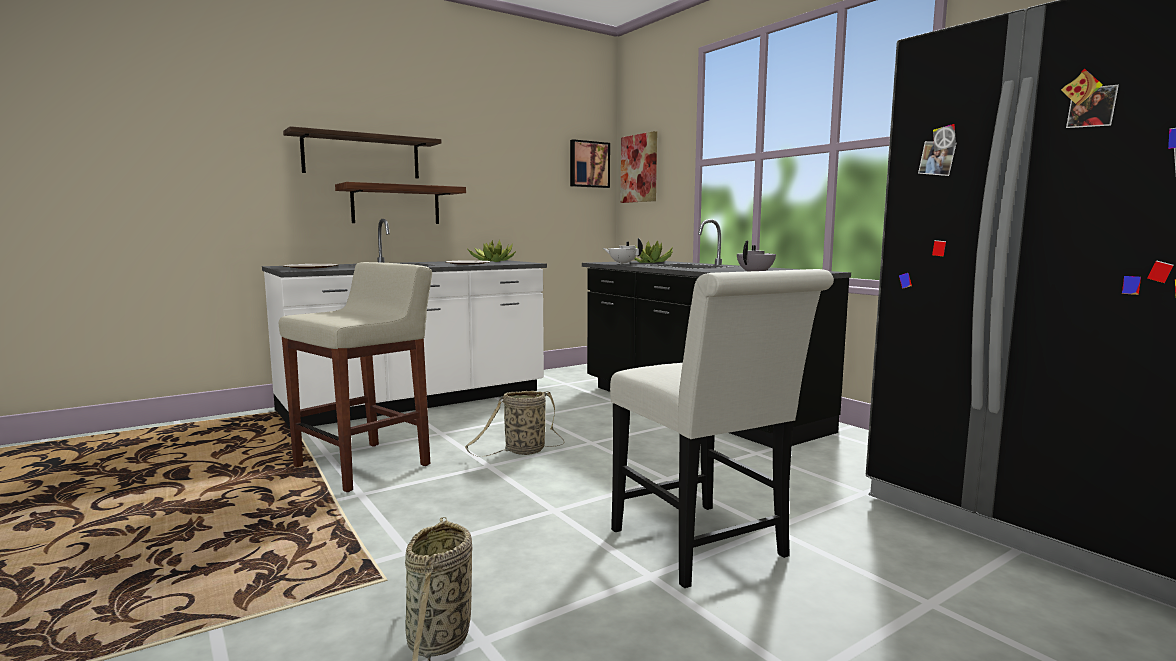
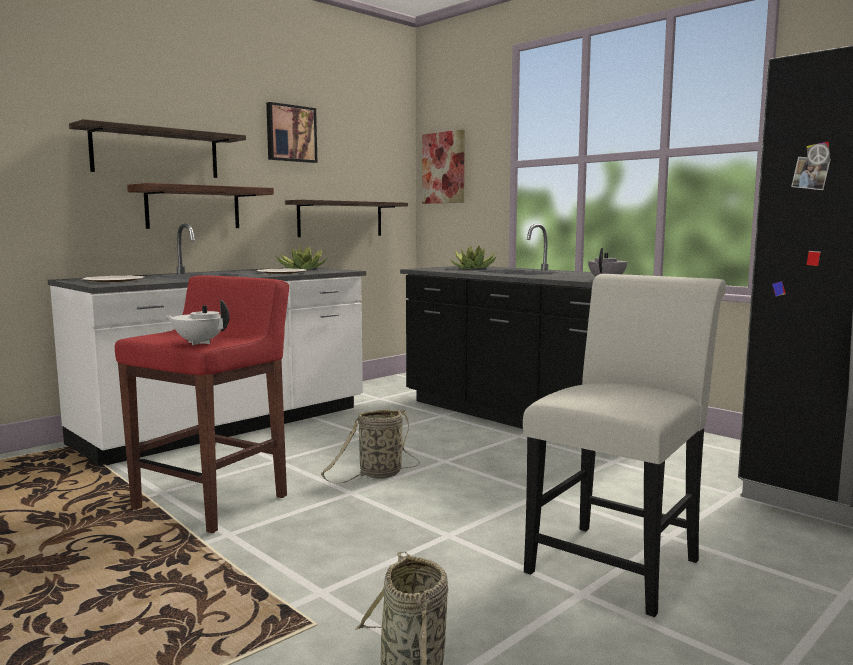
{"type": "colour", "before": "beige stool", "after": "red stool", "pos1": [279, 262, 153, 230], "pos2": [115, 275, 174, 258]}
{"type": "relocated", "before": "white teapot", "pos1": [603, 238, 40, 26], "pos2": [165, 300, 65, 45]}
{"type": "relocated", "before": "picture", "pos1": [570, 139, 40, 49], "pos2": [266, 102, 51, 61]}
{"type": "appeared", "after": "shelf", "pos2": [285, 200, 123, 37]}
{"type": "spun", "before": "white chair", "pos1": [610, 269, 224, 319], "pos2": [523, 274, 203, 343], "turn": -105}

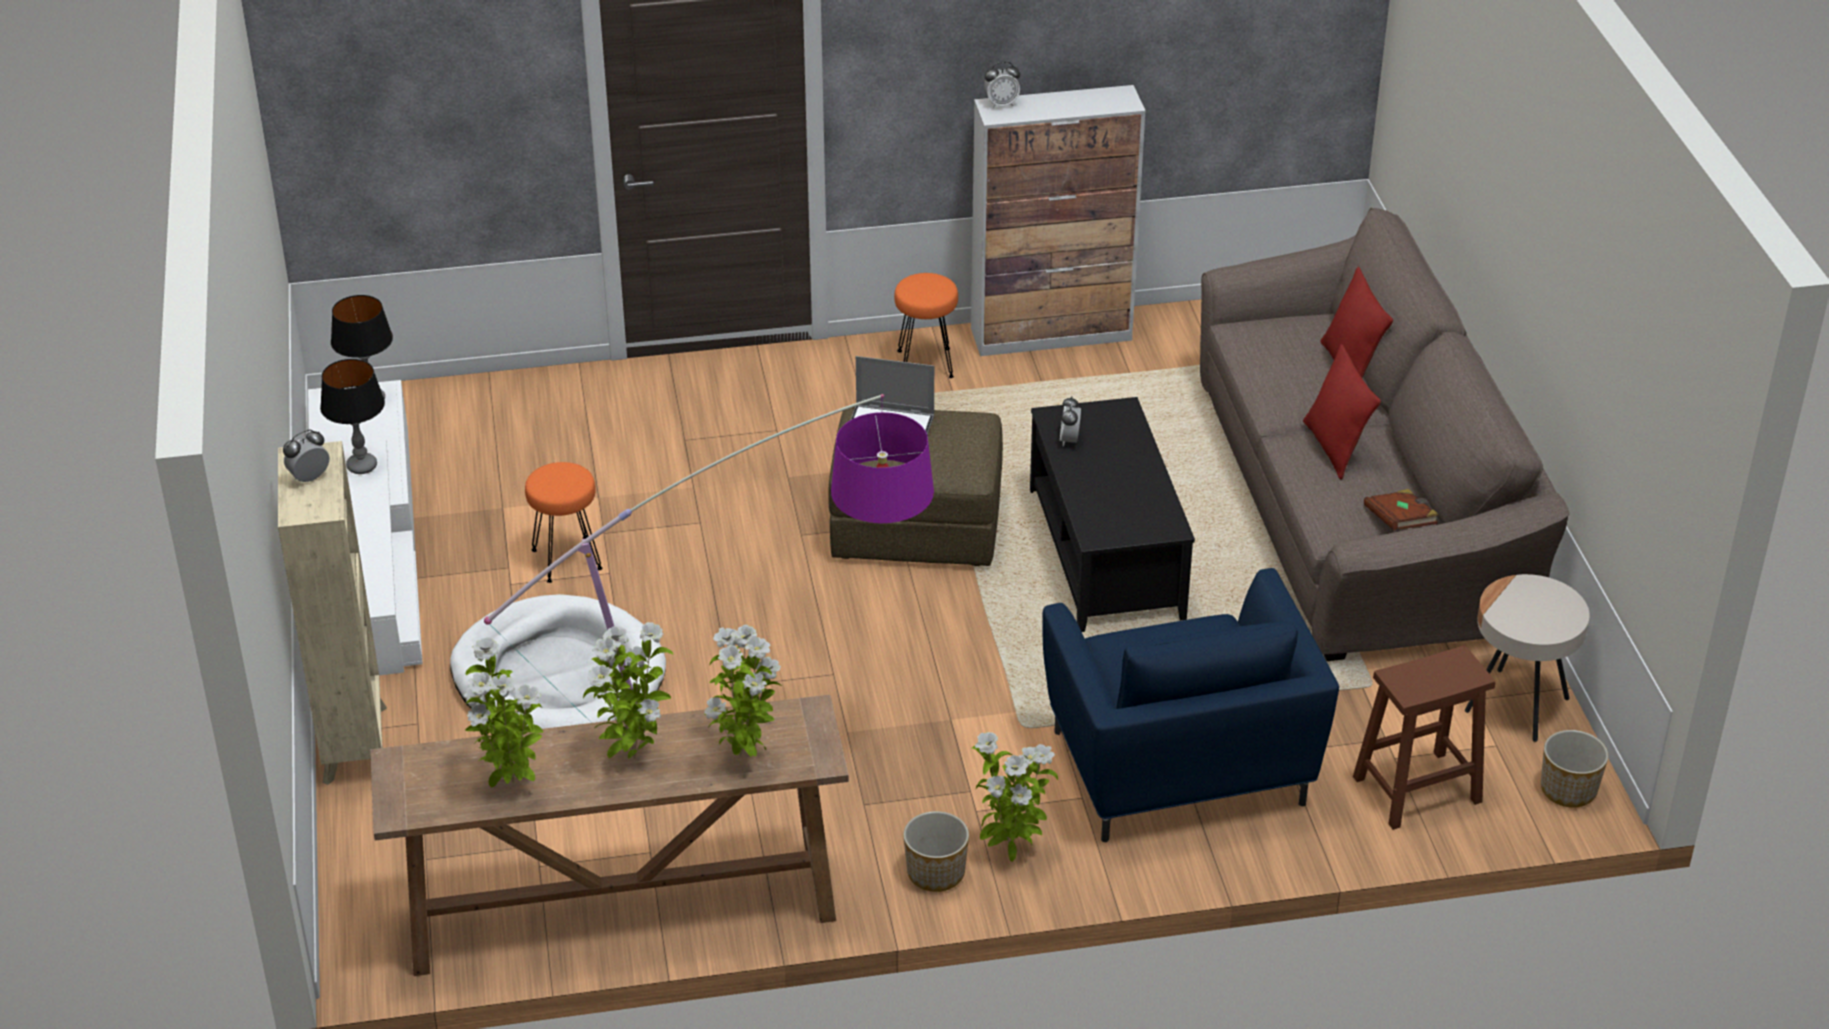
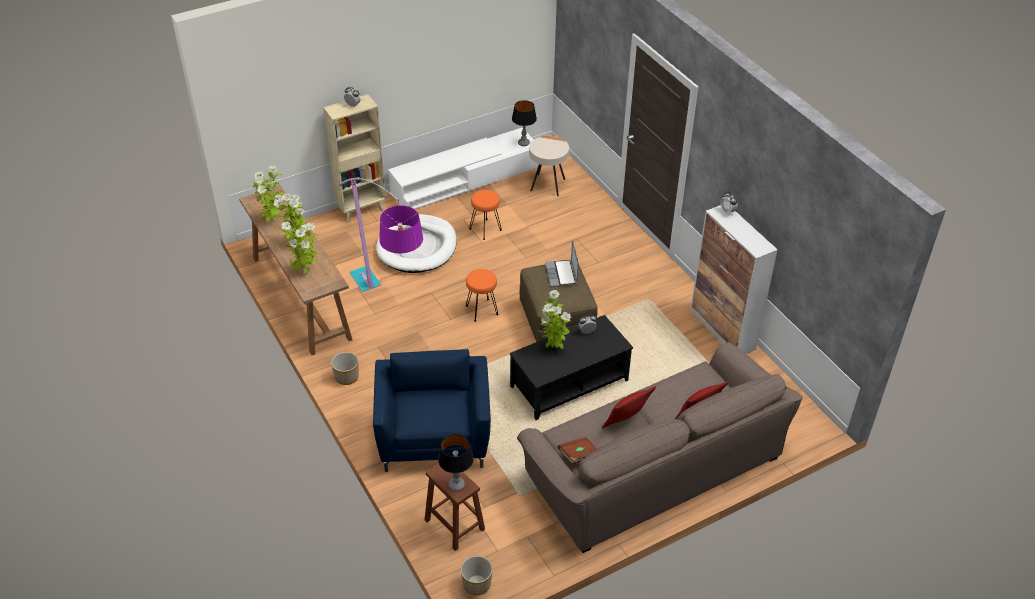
{"type": "spun", "before": "blue armchair", "pos1": [1042, 568, 297, 274], "pos2": [373, 349, 118, 123], "turn": 120}
{"type": "relocated", "before": "table lamp", "pos1": [320, 359, 65, 115], "pos2": [438, 434, 36, 58]}
{"type": "relocated", "before": "orange stool", "pos1": [894, 273, 64, 105], "pos2": [466, 269, 32, 53]}
{"type": "relocated", "before": "beige side table", "pos1": [1465, 574, 125, 168], "pos2": [529, 136, 40, 60]}
{"type": "relocated", "before": "potted plant", "pos1": [972, 732, 86, 130], "pos2": [540, 290, 31, 59]}

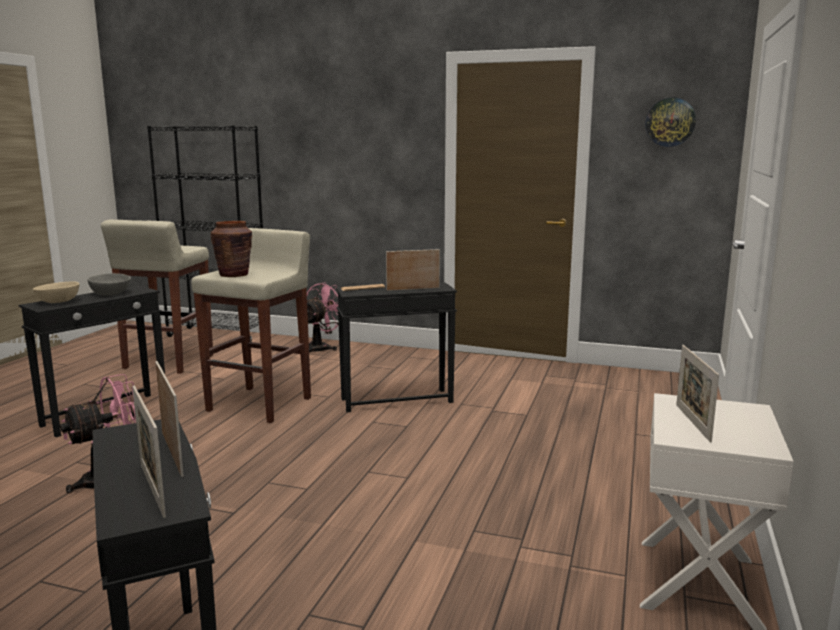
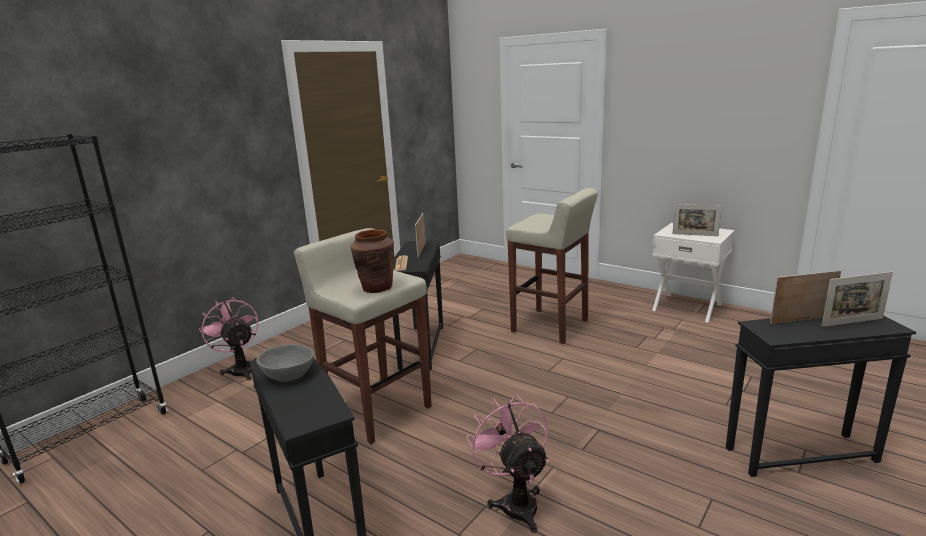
{"type": "relocated", "before": "beige stool", "pos1": [101, 219, 112, 155], "pos2": [506, 188, 92, 156]}
{"type": "missing", "before": "beige bowl", "pos1": [33, 282, 47, 21]}
{"type": "missing", "before": "wall clock", "pos1": [645, 98, 51, 49]}

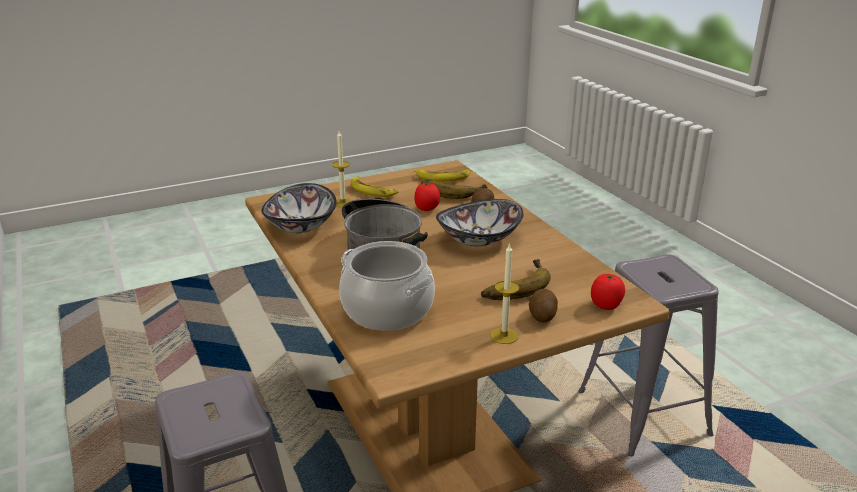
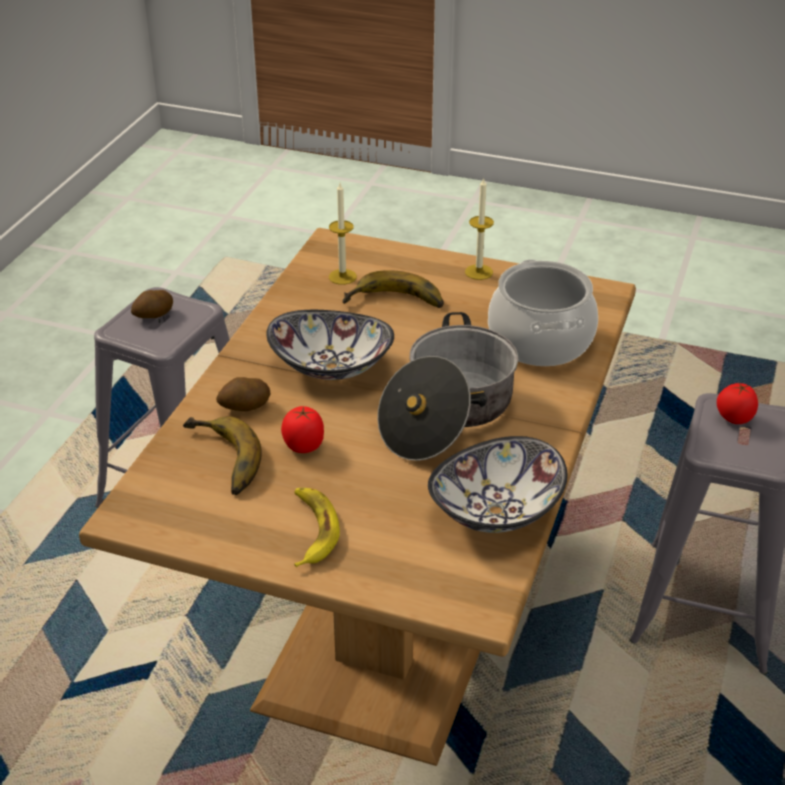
{"type": "relocated", "before": "potato", "pos1": [529, 289, 29, 34], "pos2": [131, 290, 42, 28]}
{"type": "relocated", "before": "candle", "pos1": [332, 131, 20, 76], "pos2": [329, 183, 28, 102]}
{"type": "relocated", "before": "tomato", "pos1": [591, 274, 34, 36], "pos2": [717, 382, 41, 42]}
{"type": "missing", "before": "banana", "pos1": [414, 170, 56, 12]}

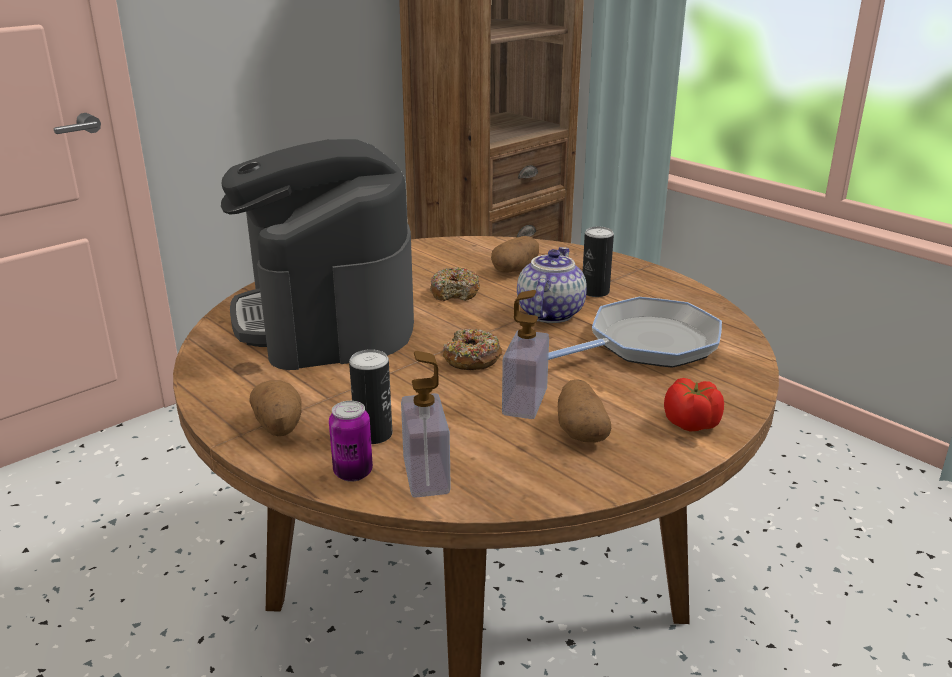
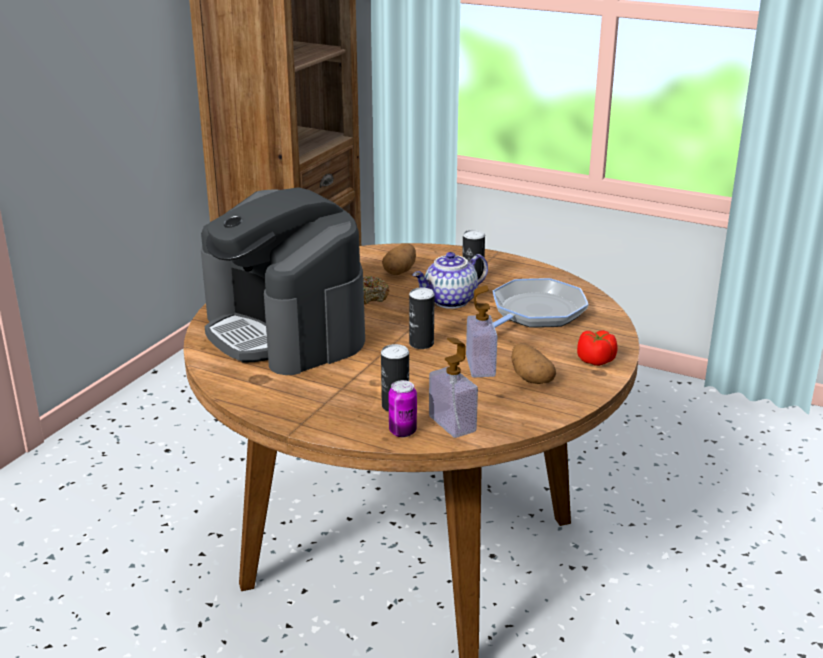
{"type": "exchanged", "before": "donut", "after": "can", "pos1": [442, 328, 60, 42], "pos2": [409, 288, 26, 61]}
{"type": "spun", "before": "teapot", "pos1": [517, 247, 70, 76], "pos2": [412, 252, 76, 57], "turn": -120}
{"type": "missing", "before": "potato", "pos1": [250, 380, 51, 56]}

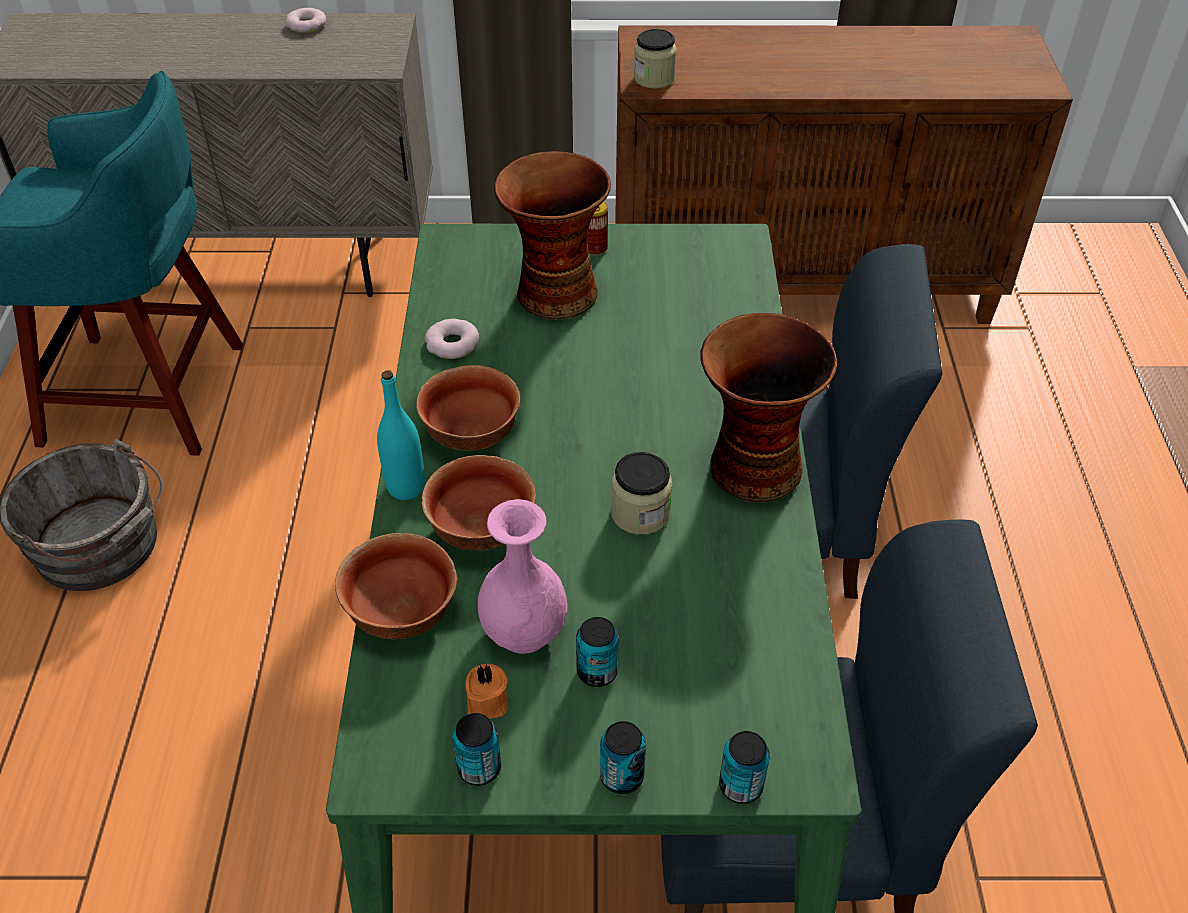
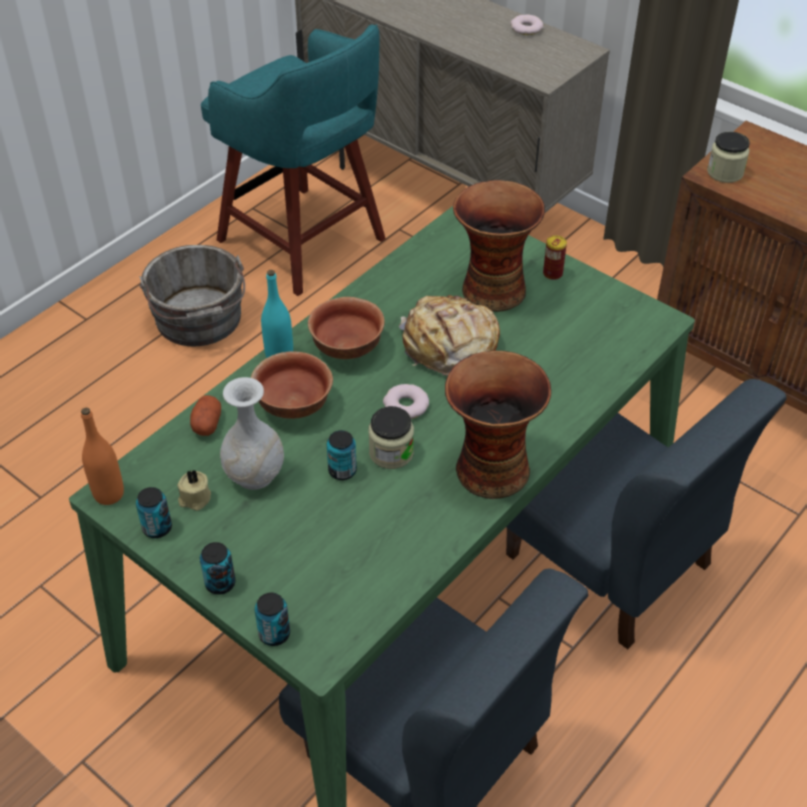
{"type": "appeared", "after": "orange bottle", "pos2": [81, 407, 43, 98]}
{"type": "colour", "before": "orange candle", "after": "beige candle", "pos1": [466, 664, 42, 55], "pos2": [177, 470, 34, 41]}
{"type": "exchanged", "before": "bowl", "after": "potato", "pos1": [335, 533, 122, 106], "pos2": [190, 395, 31, 41]}
{"type": "colour", "before": "pink vase", "after": "white vase", "pos1": [478, 499, 89, 155], "pos2": [220, 377, 64, 113]}
{"type": "relocated", "before": "can", "pos1": [576, 617, 43, 70], "pos2": [327, 430, 30, 50]}
{"type": "relocated", "before": "donut", "pos1": [425, 319, 55, 40], "pos2": [383, 384, 46, 35]}
{"type": "appeared", "after": "bread", "pos2": [399, 295, 101, 81]}

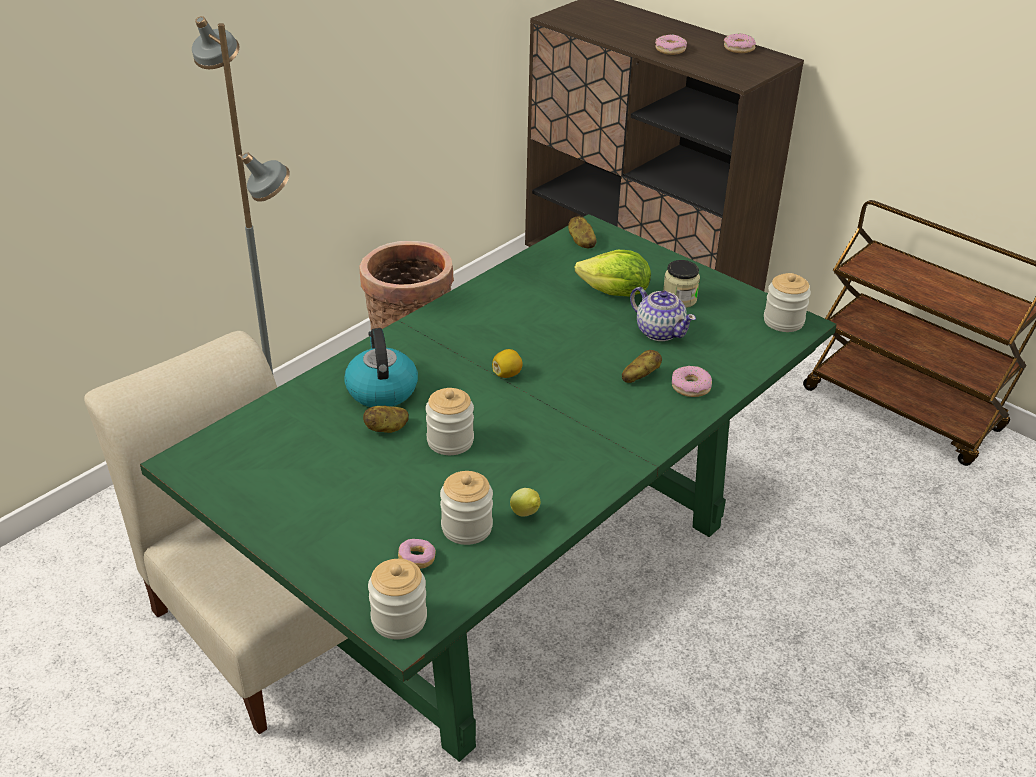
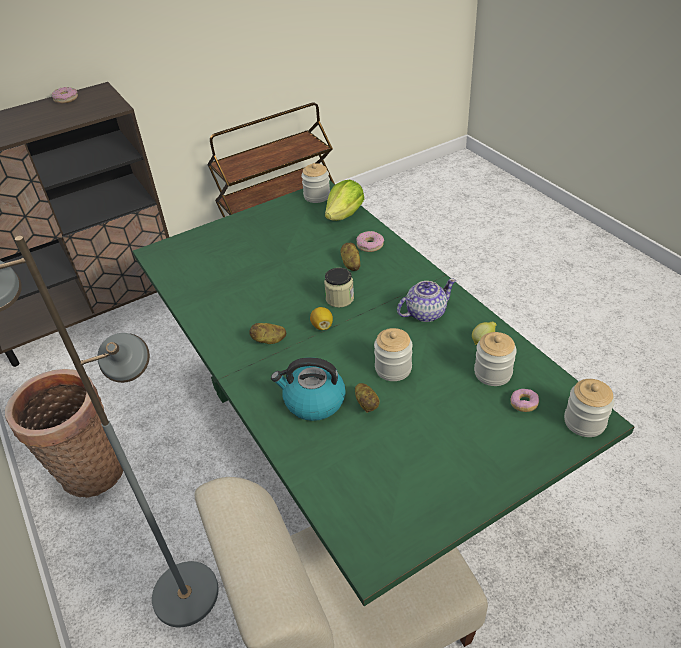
{"type": "relocated", "before": "potato", "pos1": [568, 216, 29, 33], "pos2": [249, 323, 37, 21]}
{"type": "relocated", "before": "jar", "pos1": [663, 260, 37, 48], "pos2": [324, 268, 30, 40]}
{"type": "relocated", "before": "lettuce", "pos1": [575, 250, 76, 47], "pos2": [325, 180, 39, 41]}
{"type": "relocated", "before": "teapot", "pos1": [630, 287, 66, 54], "pos2": [397, 279, 59, 43]}
{"type": "missing", "before": "donut", "pos1": [655, 35, 32, 20]}

